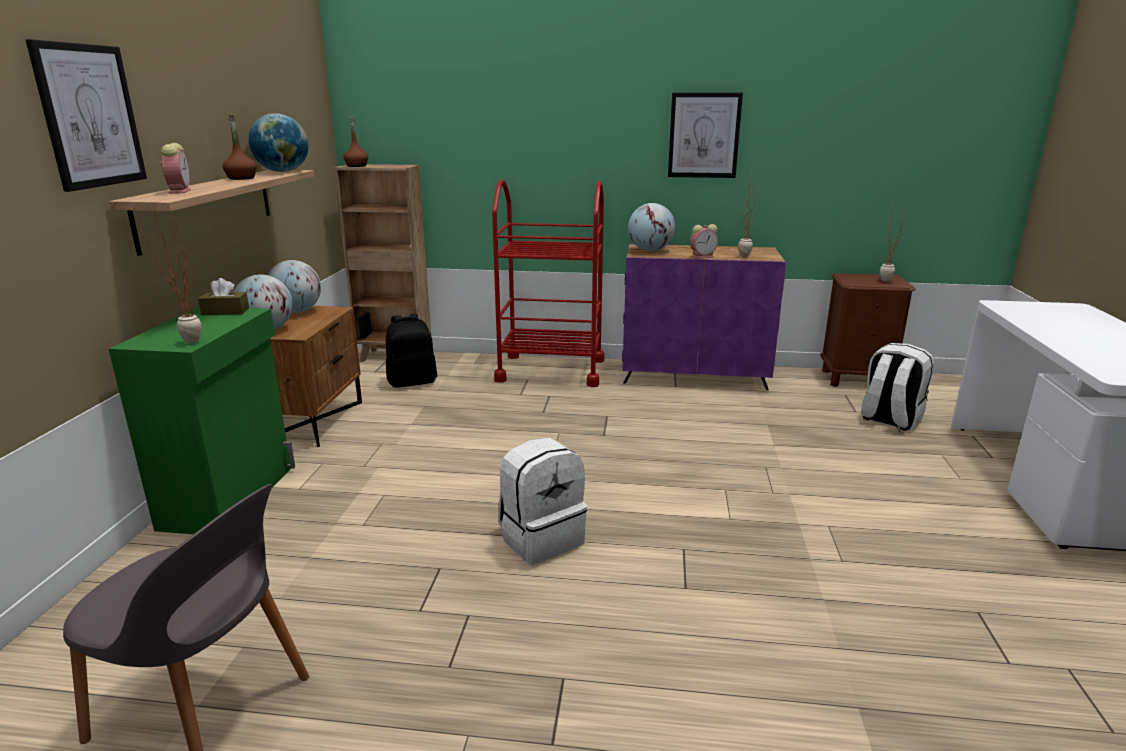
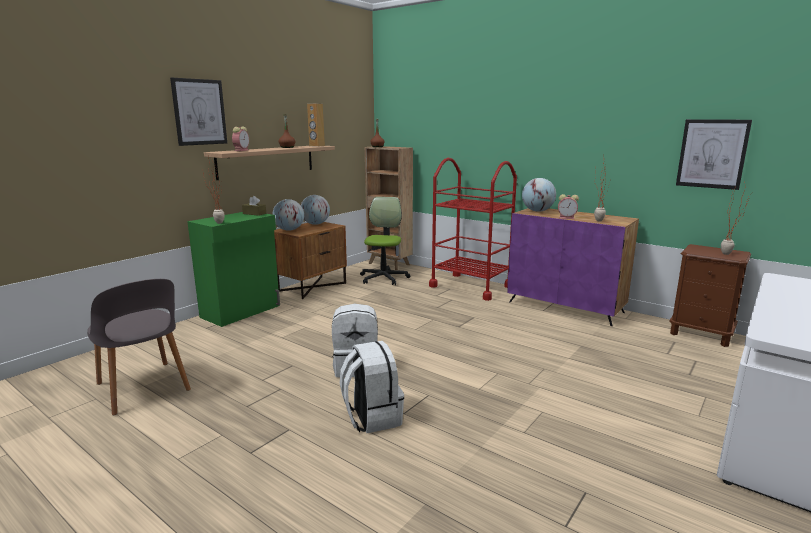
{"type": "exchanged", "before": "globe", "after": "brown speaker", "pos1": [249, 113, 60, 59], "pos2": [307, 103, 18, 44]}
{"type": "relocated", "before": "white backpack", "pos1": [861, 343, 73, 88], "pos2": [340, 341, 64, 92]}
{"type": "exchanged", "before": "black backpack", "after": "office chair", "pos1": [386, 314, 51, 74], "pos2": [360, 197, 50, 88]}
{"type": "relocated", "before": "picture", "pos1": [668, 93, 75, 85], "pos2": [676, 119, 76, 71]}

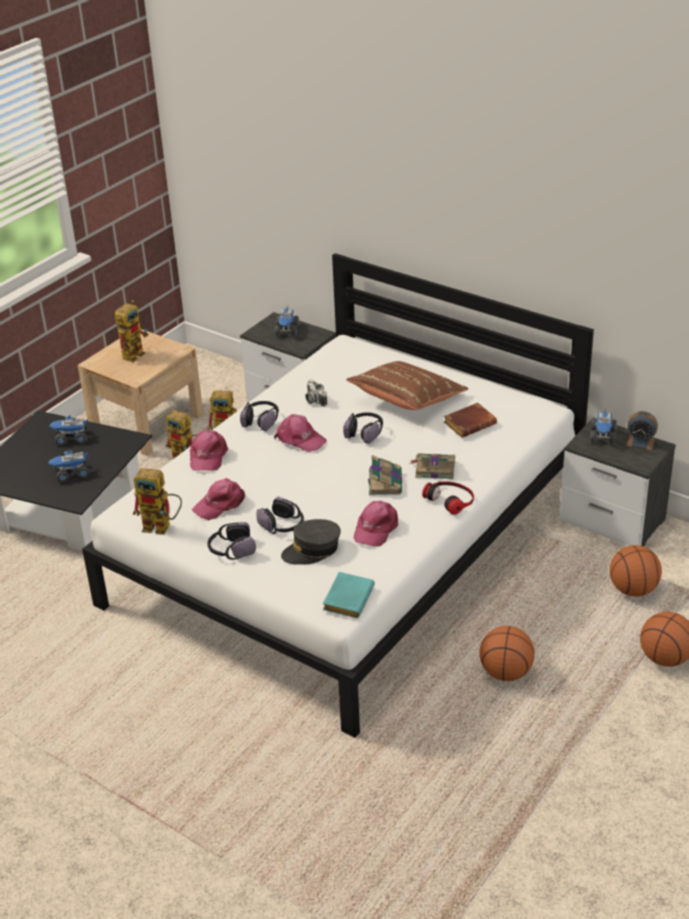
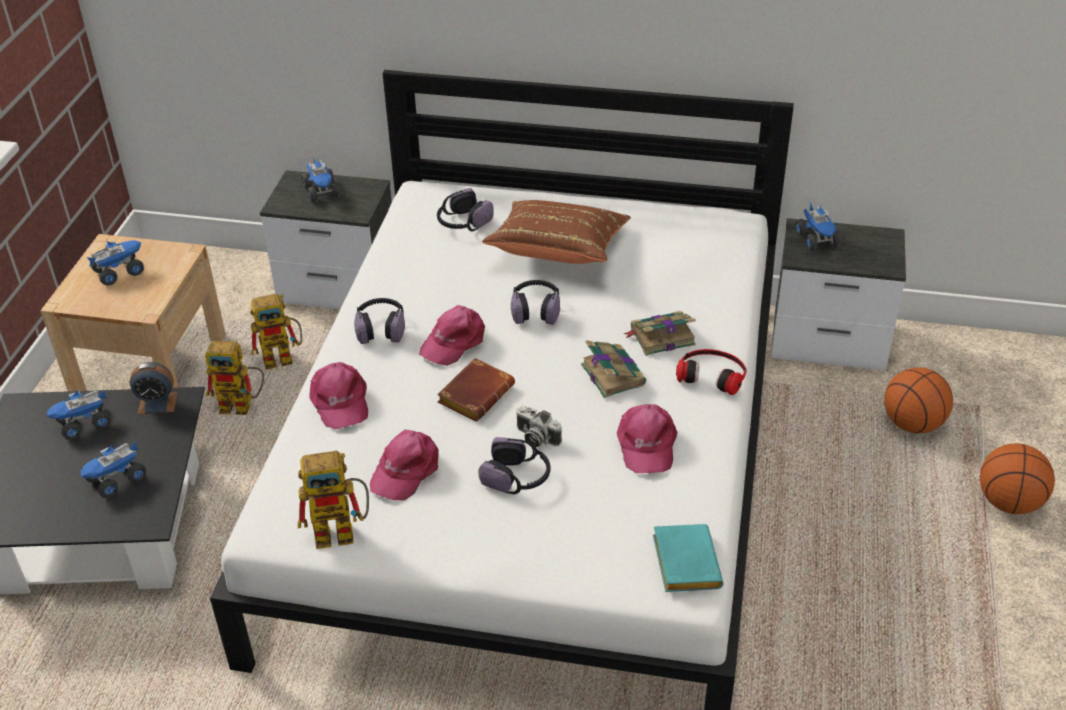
{"type": "exchanged", "before": "toy robot", "after": "toy truck", "pos1": [115, 300, 34, 62], "pos2": [87, 240, 57, 45]}
{"type": "relocated", "before": "alarm clock", "pos1": [626, 411, 32, 39], "pos2": [130, 362, 47, 52]}
{"type": "spun", "before": "pink cap", "pos1": [274, 414, 53, 38], "pos2": [419, 305, 66, 61], "turn": 120}
{"type": "relocated", "before": "headphones", "pos1": [208, 522, 48, 38], "pos2": [437, 188, 57, 43]}
{"type": "relocated", "before": "brown book", "pos1": [444, 403, 53, 35], "pos2": [437, 358, 78, 64]}
{"type": "relocated", "before": "photo camera", "pos1": [305, 379, 22, 28], "pos2": [517, 406, 45, 41]}
{"type": "missing", "before": "grey cap", "pos1": [281, 519, 60, 46]}
{"type": "missing", "before": "basketball", "pos1": [479, 626, 56, 55]}

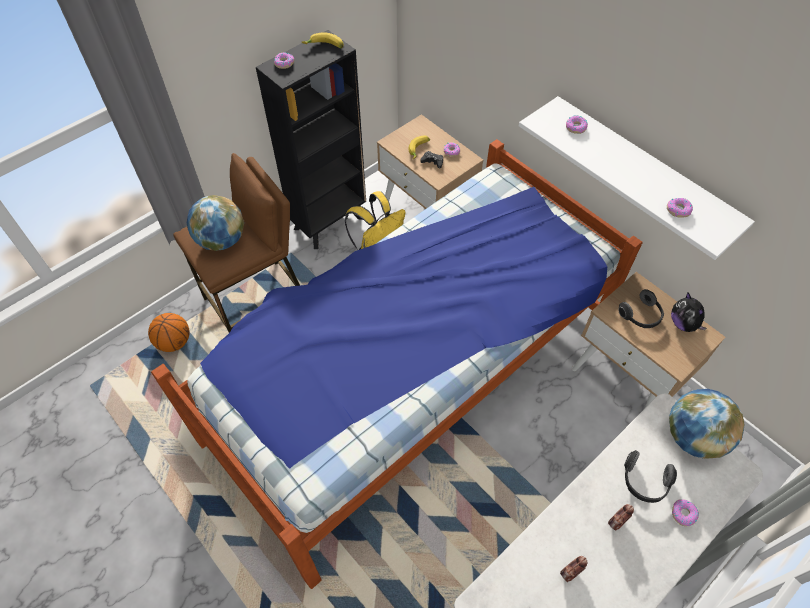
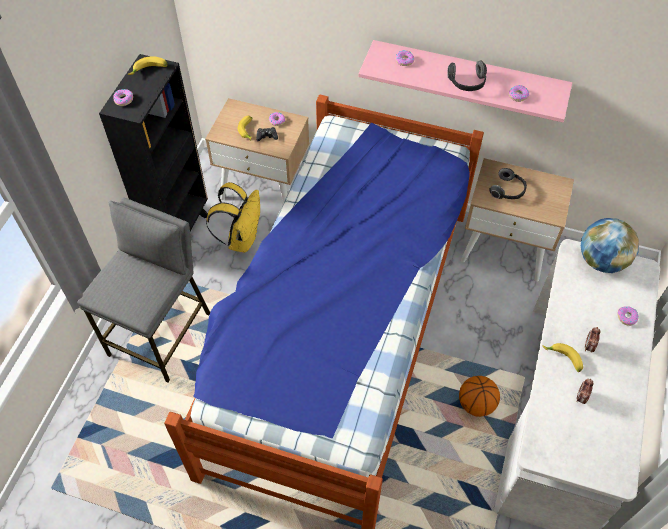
{"type": "colour", "before": "brown stool", "after": "grey stool", "pos1": [173, 153, 127, 180], "pos2": [77, 198, 133, 184]}
{"type": "colour", "before": "white shelf", "after": "pink shelf", "pos1": [519, 96, 236, 164], "pos2": [358, 40, 214, 82]}
{"type": "relocated", "before": "headphones", "pos1": [624, 450, 53, 53], "pos2": [447, 60, 40, 31]}
{"type": "relocated", "before": "basketball", "pos1": [148, 313, 42, 39], "pos2": [459, 376, 41, 41]}
{"type": "appeared", "after": "banana", "pos2": [542, 343, 41, 29]}
{"type": "missing", "before": "globe", "pos1": [187, 195, 57, 56]}
{"type": "missing", "before": "plush toy", "pos1": [671, 293, 36, 39]}

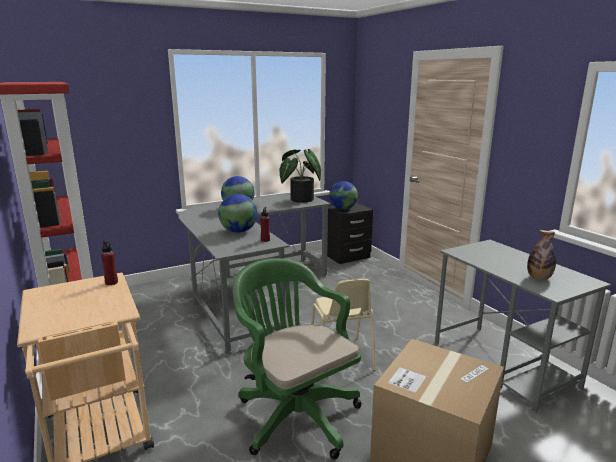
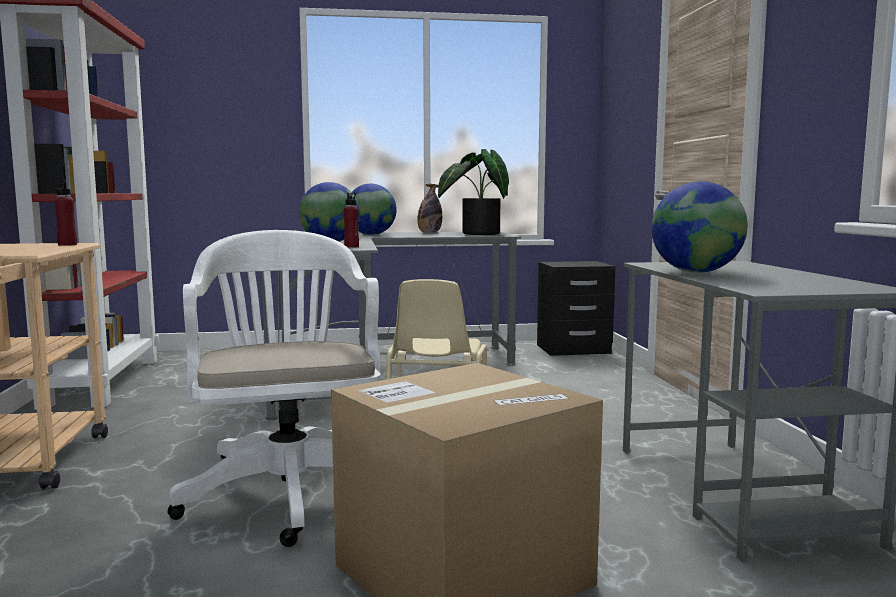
{"type": "colour", "before": "green office chair", "after": "white office chair", "pos1": [233, 258, 129, 202], "pos2": [168, 230, 213, 317]}
{"type": "relocated", "before": "bottle", "pos1": [527, 230, 29, 50], "pos2": [417, 184, 25, 49]}
{"type": "relocated", "before": "globe", "pos1": [330, 181, 28, 29], "pos2": [651, 181, 97, 92]}

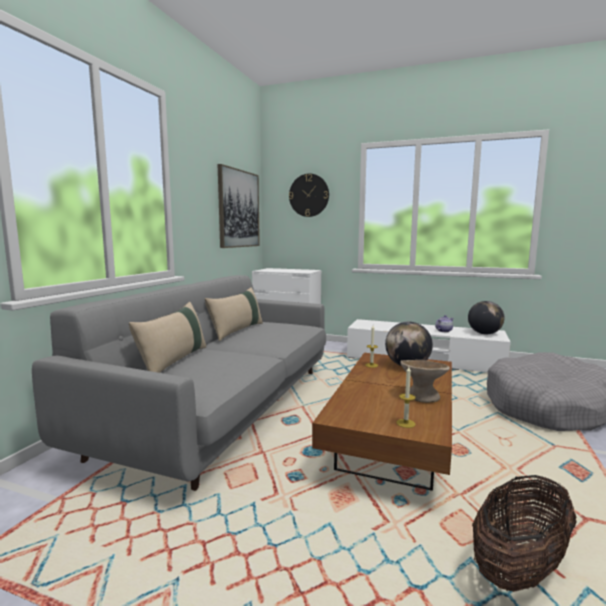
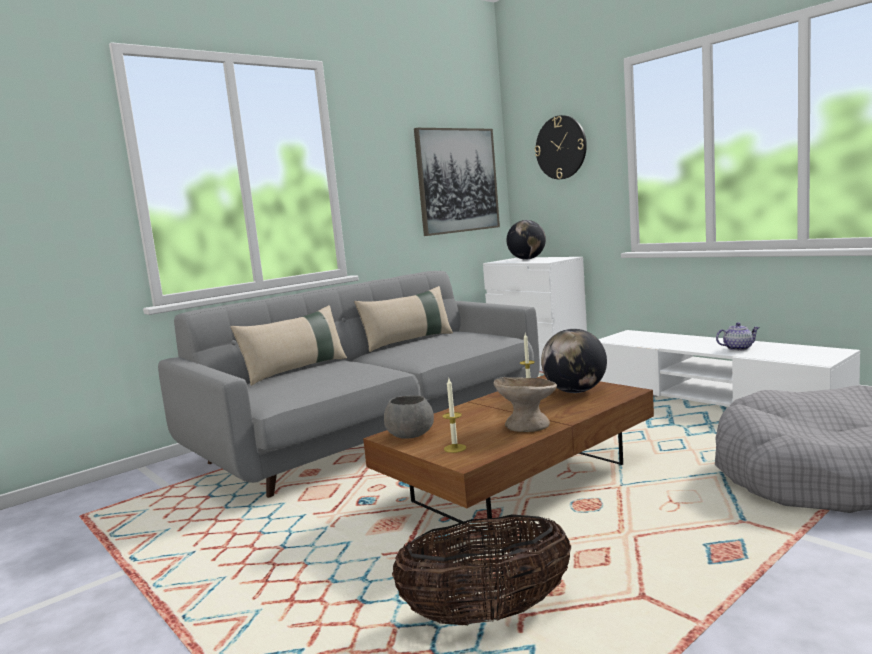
{"type": "appeared", "after": "grey bowl", "pos2": [384, 395, 50, 44]}
{"type": "relocated", "before": "globe", "pos1": [468, 301, 37, 33], "pos2": [507, 220, 39, 40]}

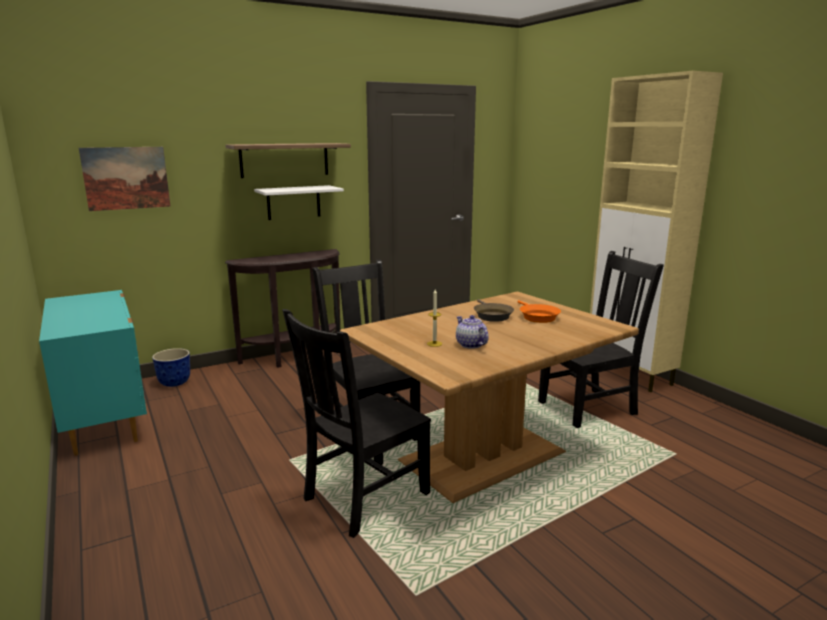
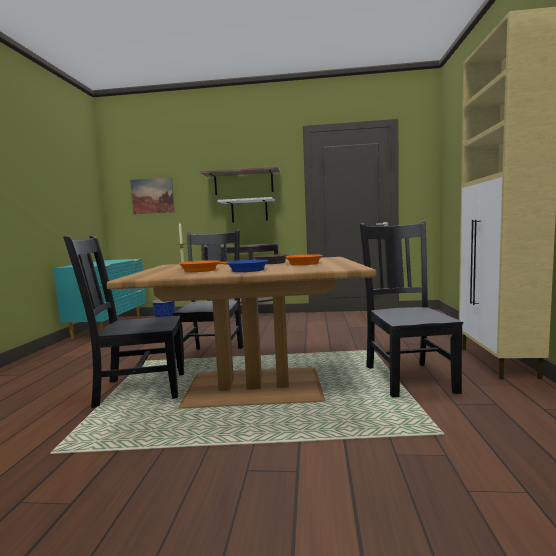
{"type": "exchanged", "before": "teapot", "after": "orange frying pan", "pos1": [456, 315, 33, 34], "pos2": [179, 260, 49, 12]}
{"type": "appeared", "after": "blue frying pan", "pos2": [226, 260, 43, 12]}
{"type": "spun", "before": "black chair", "pos1": [538, 251, 126, 177], "pos2": [360, 221, 103, 177], "turn": -105}

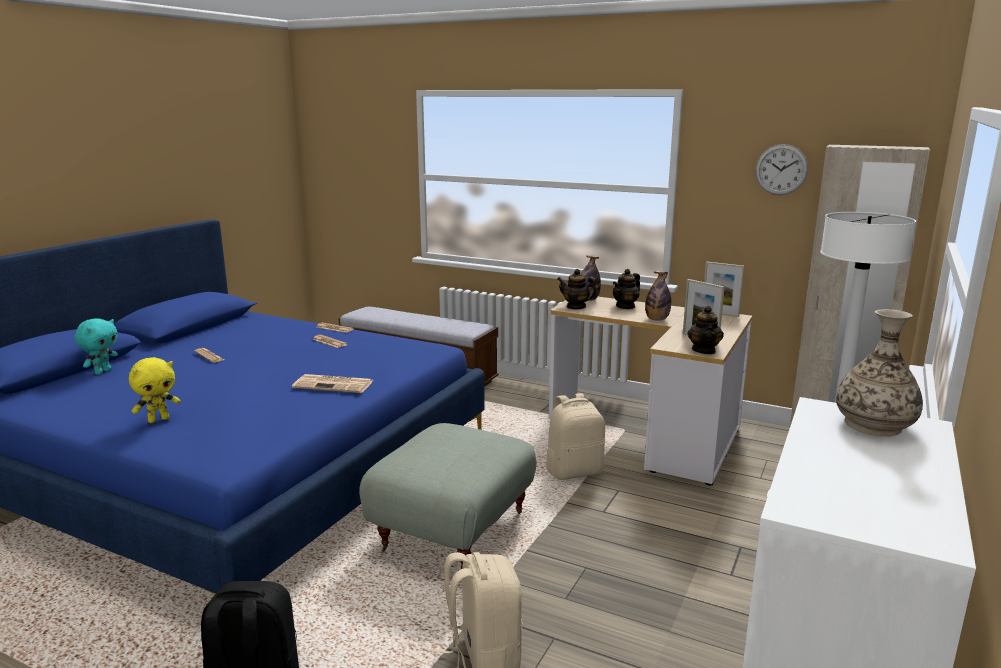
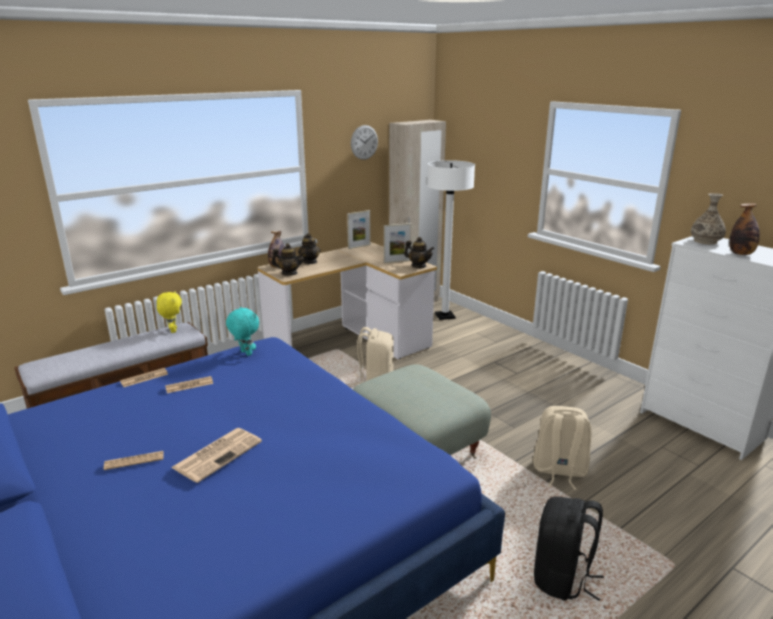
{"type": "relocated", "before": "yellow plush toy", "pos1": [129, 357, 52, 66], "pos2": [157, 291, 25, 42]}
{"type": "relocated", "before": "newspaper", "pos1": [292, 374, 81, 19], "pos2": [171, 428, 91, 55]}
{"type": "relocated", "before": "turquoise plush toy", "pos1": [75, 318, 43, 57], "pos2": [226, 306, 33, 50]}
{"type": "spun", "before": "teapot", "pos1": [558, 269, 40, 41], "pos2": [271, 243, 34, 33], "turn": -135}
{"type": "relocated", "before": "bottle", "pos1": [645, 271, 26, 50], "pos2": [729, 203, 31, 52]}

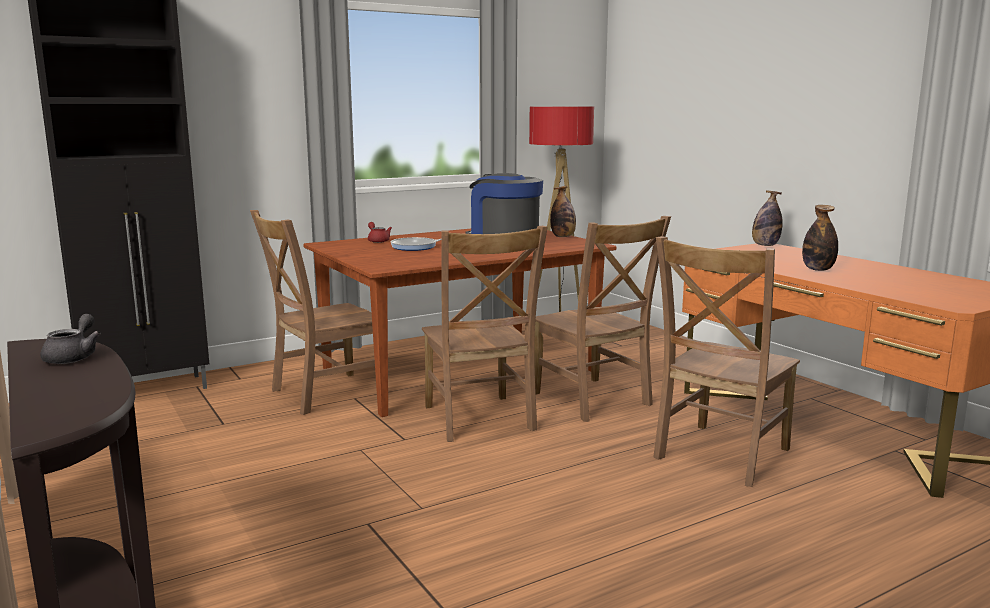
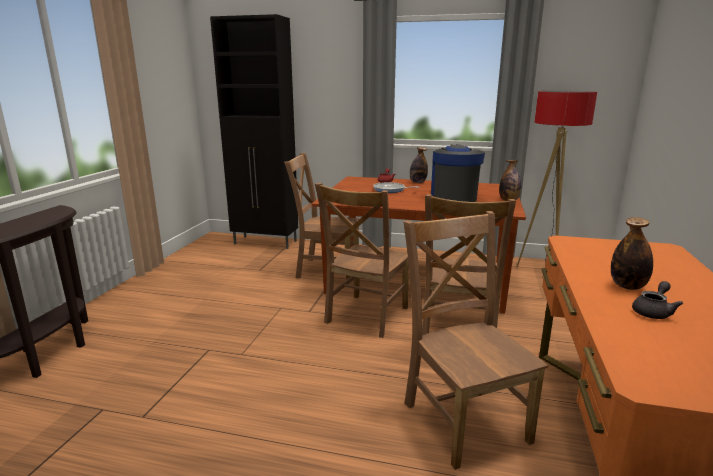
{"type": "spun", "before": "brown chair", "pos1": [653, 236, 147, 251], "pos2": [403, 211, 145, 259], "turn": 75}
{"type": "relocated", "before": "bottle", "pos1": [752, 190, 31, 56], "pos2": [410, 147, 18, 36]}
{"type": "relocated", "before": "grey teapot", "pos1": [40, 314, 61, 50], "pos2": [632, 281, 51, 38]}

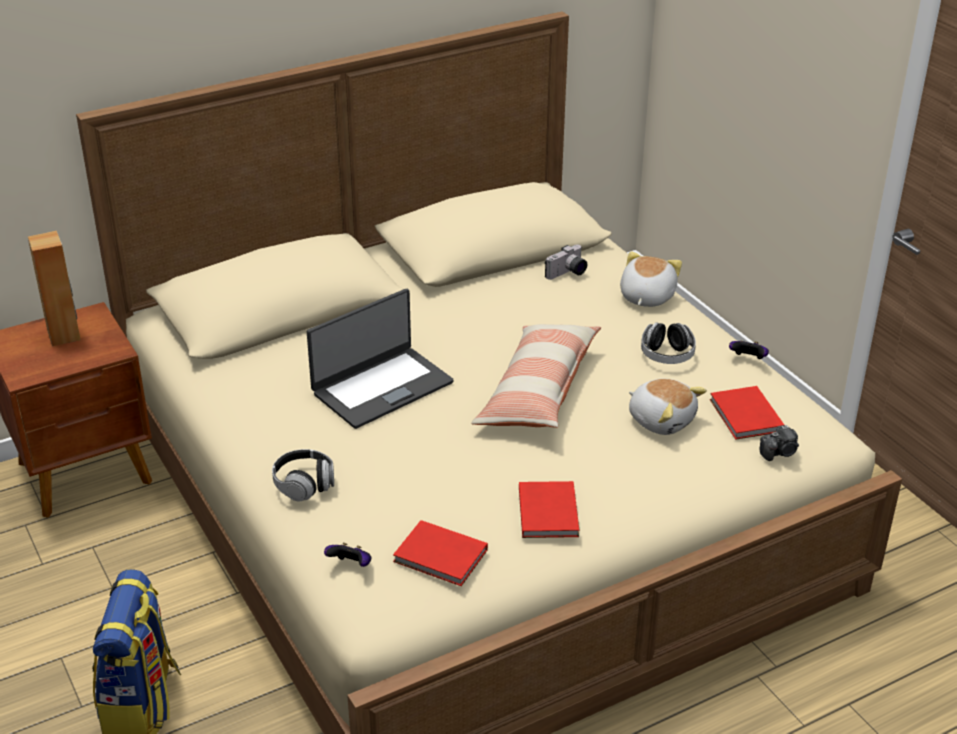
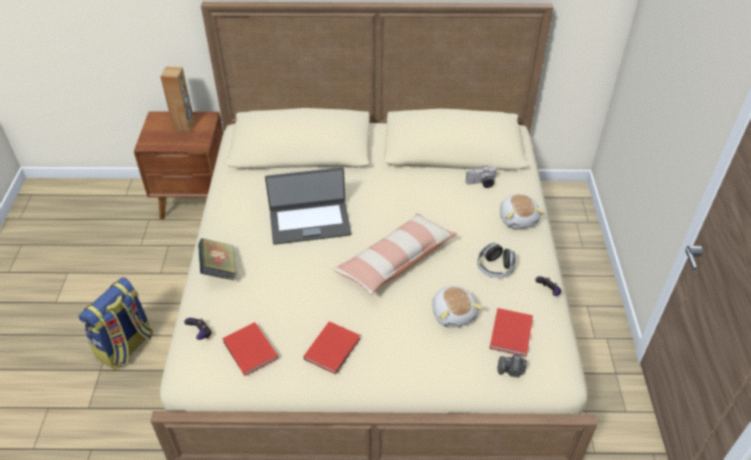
{"type": "exchanged", "before": "headphones", "after": "book", "pos1": [272, 449, 62, 53], "pos2": [198, 238, 39, 42]}
{"type": "spun", "before": "plush toy", "pos1": [620, 251, 62, 56], "pos2": [500, 194, 45, 35], "turn": 120}

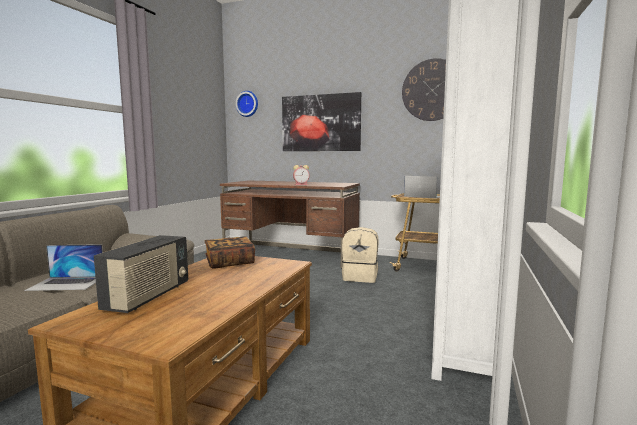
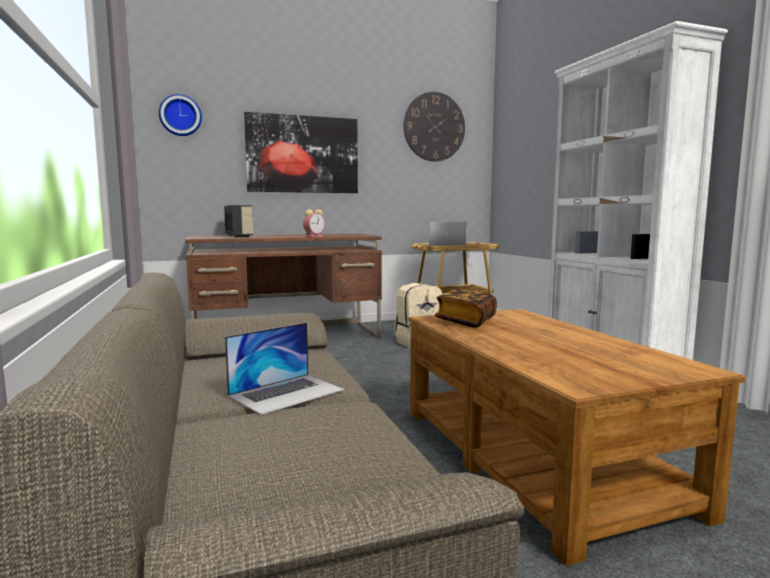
{"type": "relocated", "before": "radio", "pos1": [94, 235, 94, 78], "pos2": [224, 205, 30, 32]}

